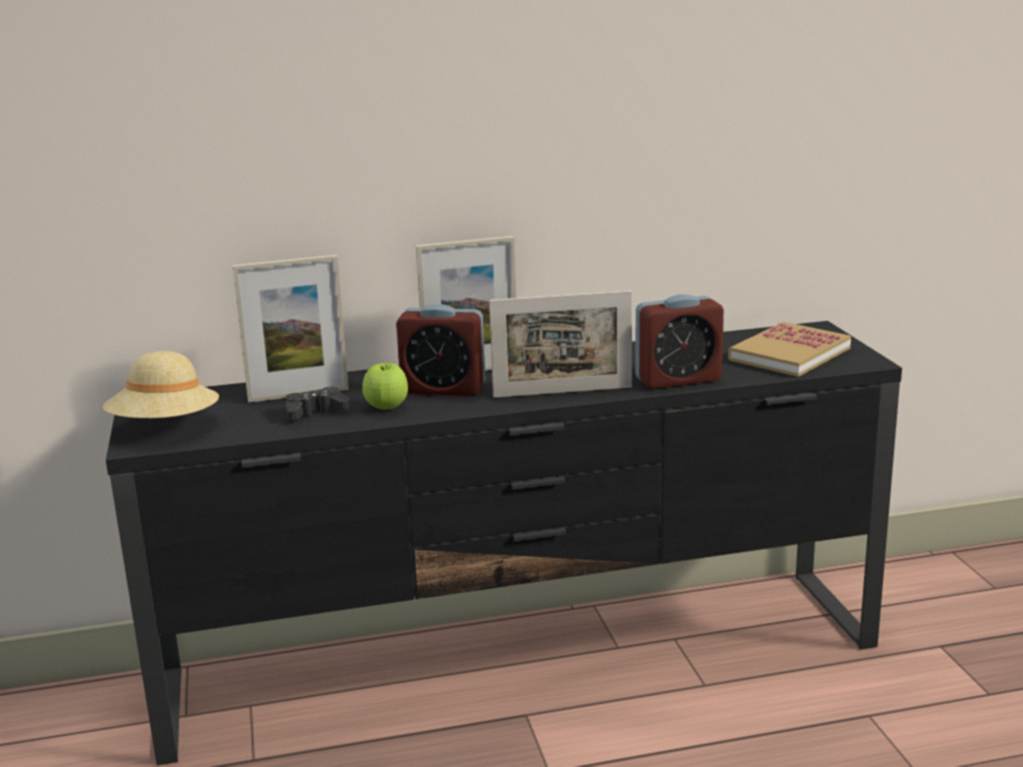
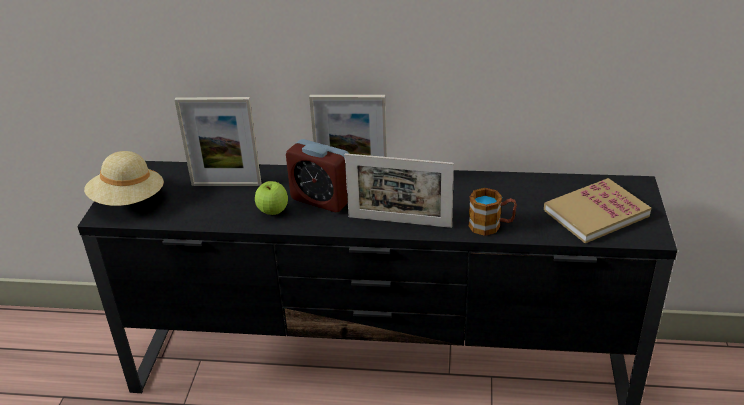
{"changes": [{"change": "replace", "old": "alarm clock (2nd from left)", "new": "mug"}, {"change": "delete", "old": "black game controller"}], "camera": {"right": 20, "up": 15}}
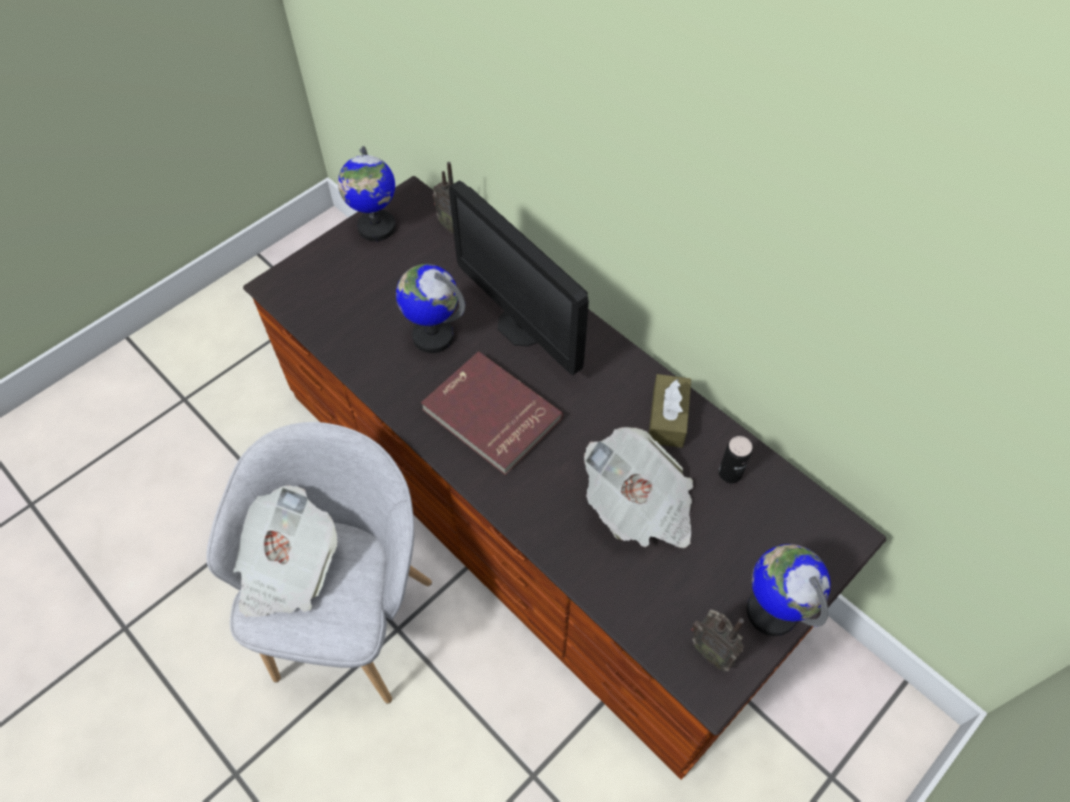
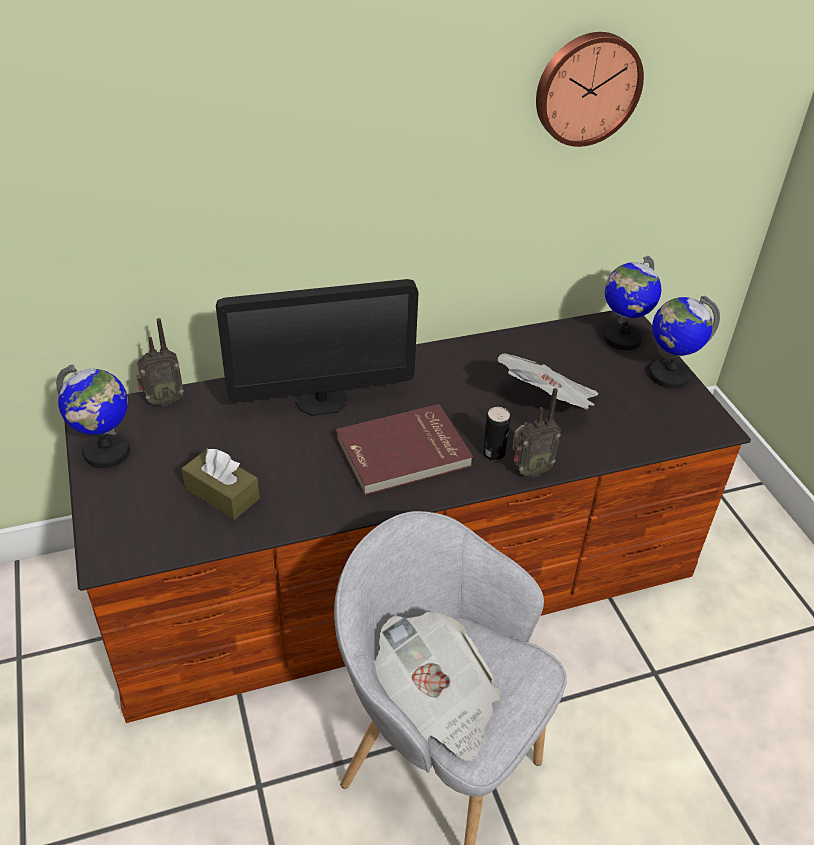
{"changes": [{"change": "move", "old": "globe (2nd from left)"}, {"change": "move", "old": "brown tissue box"}, {"change": "move", "old": "can"}, {"change": "move", "old": "radio (2nd from left)"}, {"change": "insert", "new": "wall clock"}], "camera": {"right": -65, "up": -15}}
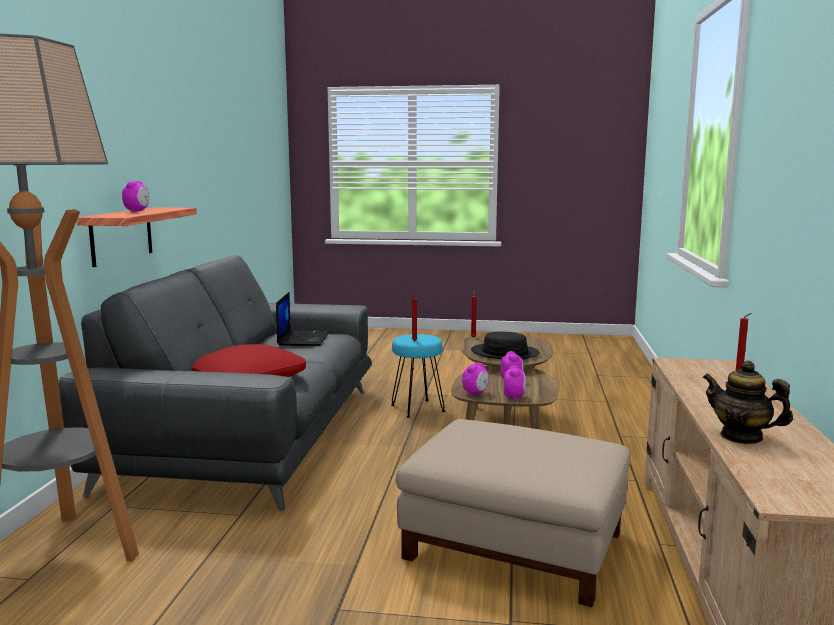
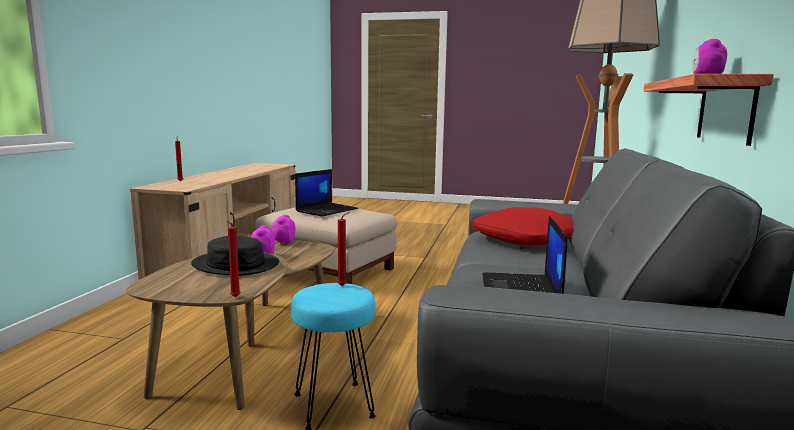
{"changes": [{"change": "delete", "old": "teapot"}, {"change": "delete", "old": "alarm clock (2nd from left)"}, {"change": "insert", "new": "laptop (1st from left)"}], "camera": {"right": -175, "up": 0}}
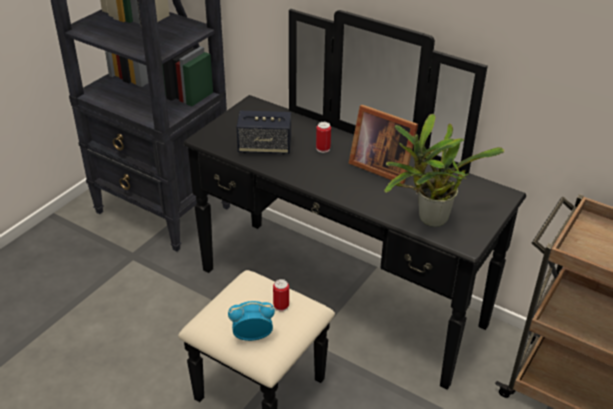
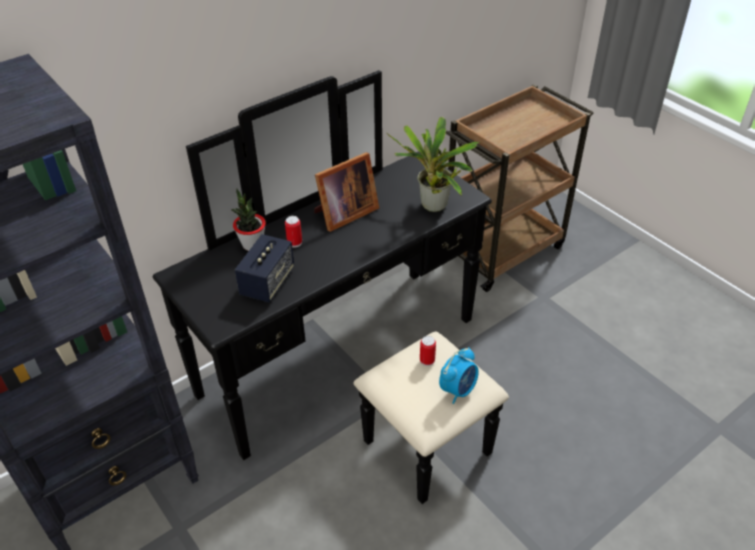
{"changes": [{"change": "rotate", "old": "alarm clock", "degrees": -150}, {"change": "insert", "new": "potted plant (1st from left)"}], "camera": {"right": -70, "up": 5}}
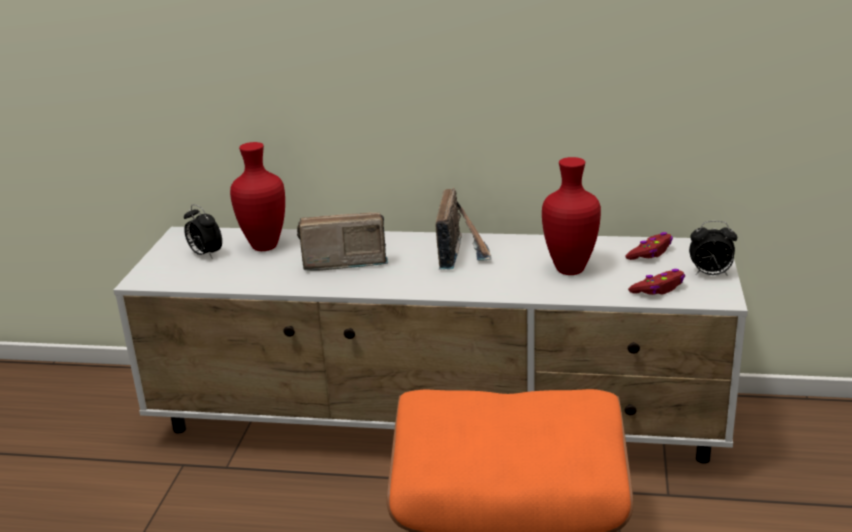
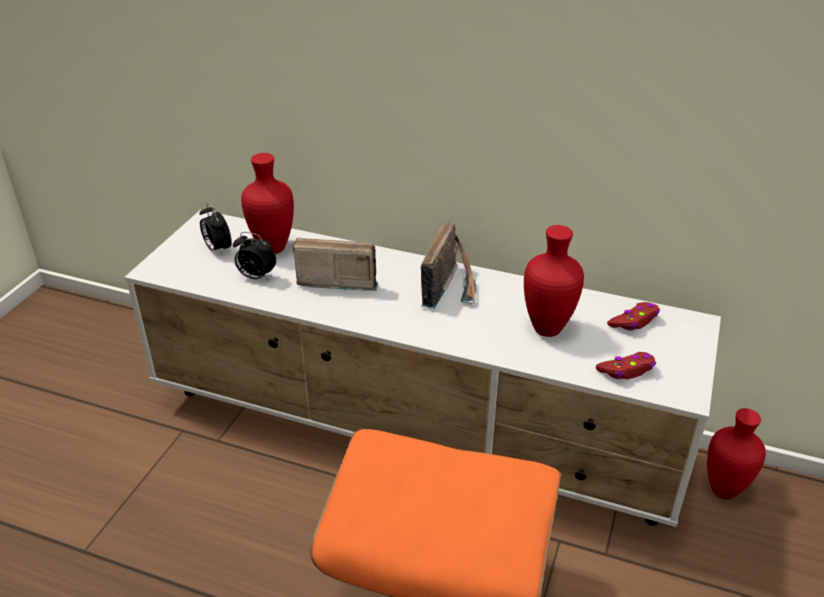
{"changes": [{"change": "move", "old": "alarm clock (2nd from left)"}, {"change": "insert", "new": "red vase (3rd from left)"}], "camera": {"right": 10, "up": 10}}
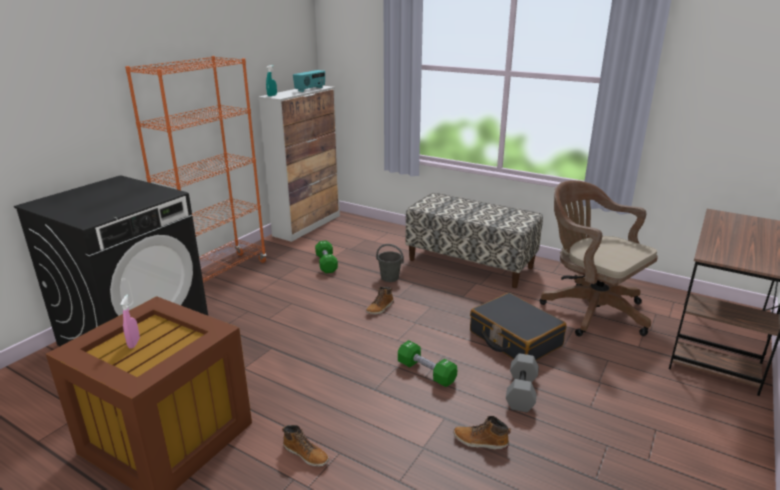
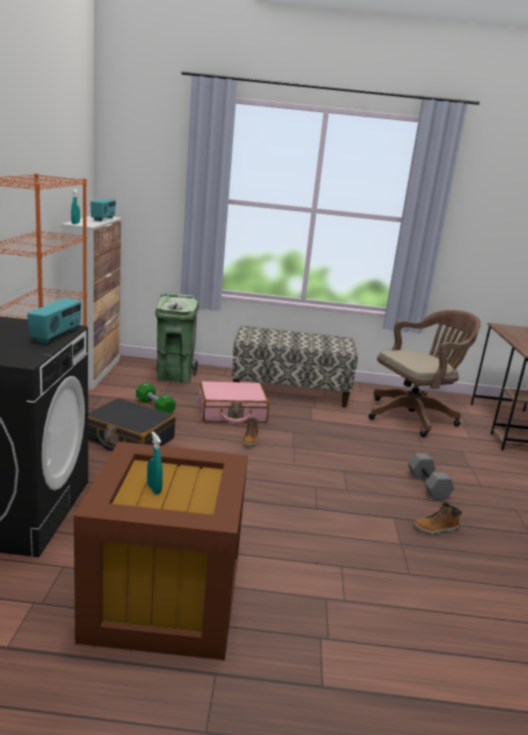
{"changes": [{"change": "rotate", "old": "brown office chair", "degrees": 135}, {"change": "replace", "old": "grey bucket", "new": "pink suitcase"}, {"change": "move", "old": "black suitcase"}, {"change": "recolor", "old": "pink spray bottle", "new": "turquoise spray bottle (2nd from left)"}, {"change": "delete", "old": "green dumbbell (2nd from left)"}, {"change": "delete", "old": "boot (1st from left)"}, {"change": "insert", "new": "green trash can"}, {"change": "insert", "new": "radio (1st from left)"}], "camera": {"right": -30, "up": -5}}
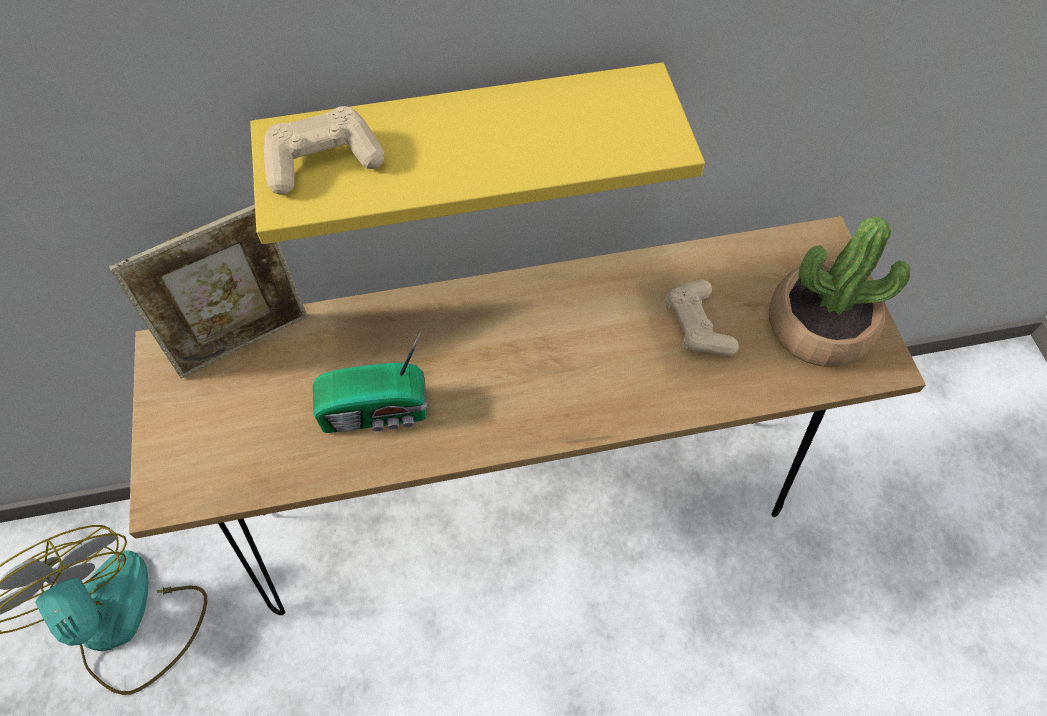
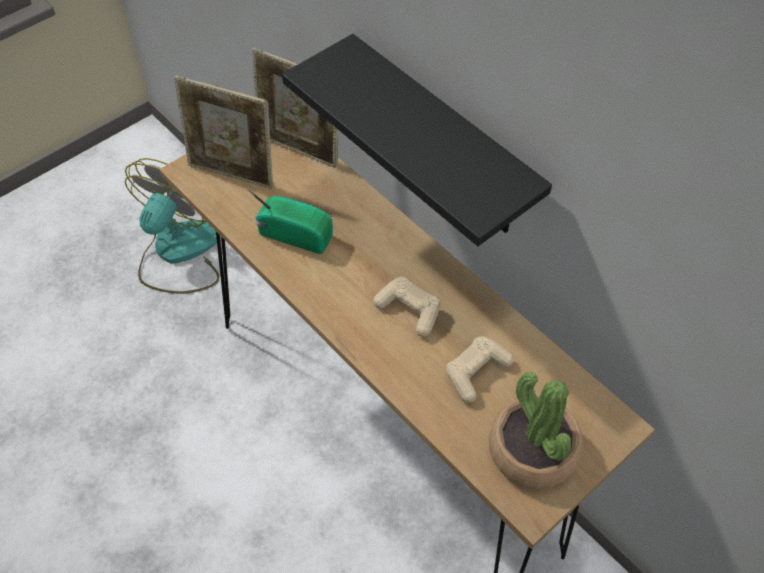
{"changes": [{"change": "recolor", "old": "yellow shelf", "new": "black shelf"}, {"change": "move", "old": "beige game controller (1st from left)"}, {"change": "rotate", "old": "radio", "degrees": 150}, {"change": "insert", "new": "picture frame (1st from left)"}], "camera": {"right": 60, "up": -5}}
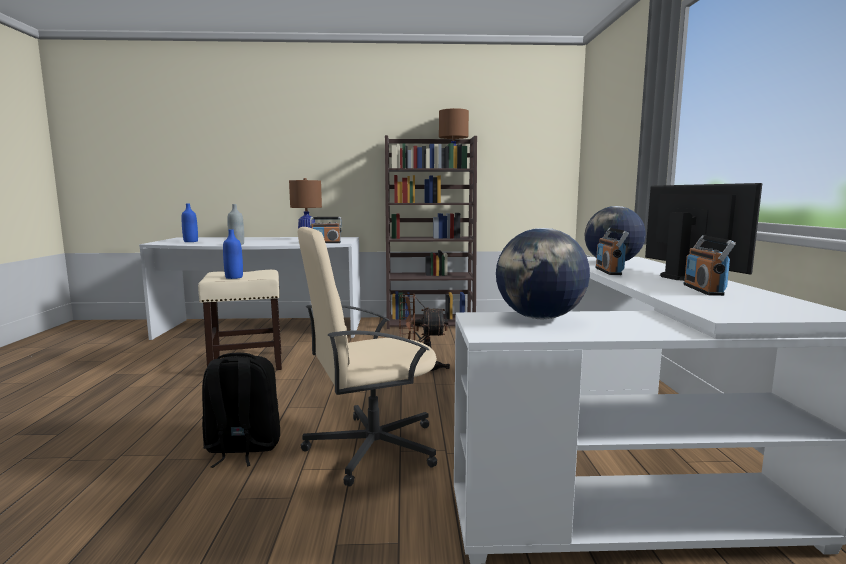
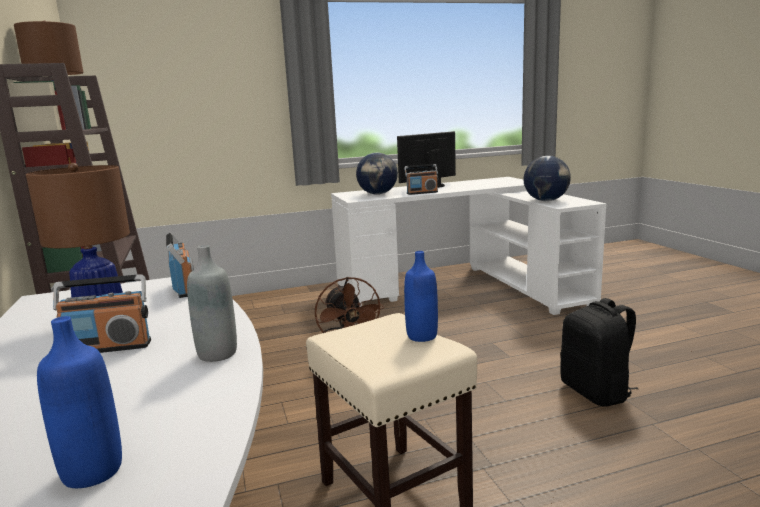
{"changes": [{"change": "delete", "old": "beige office chair"}, {"change": "move", "old": "radio (3rd from left in the first image)", "new": "radio (1st from left)"}], "camera": {"right": -105, "up": 5}}
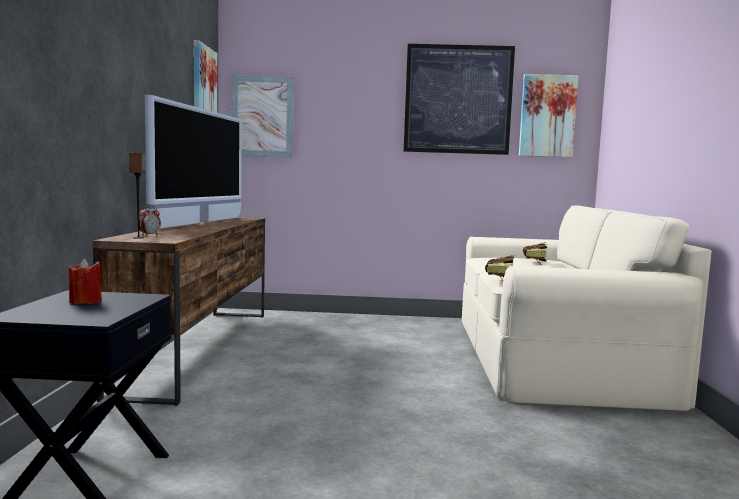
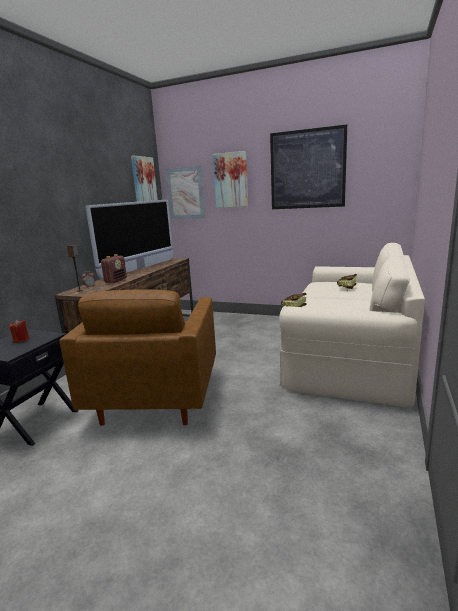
{"changes": [{"change": "move", "old": "picture (4th from left in the first image)", "new": "picture (3rd from left)"}, {"change": "insert", "new": "radio"}, {"change": "insert", "new": "brown armchair"}], "camera": {"right": 20, "up": 10}}
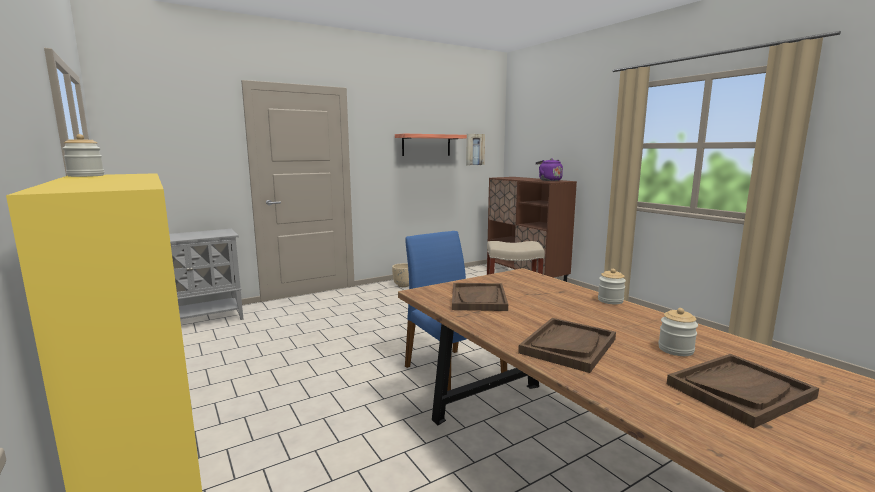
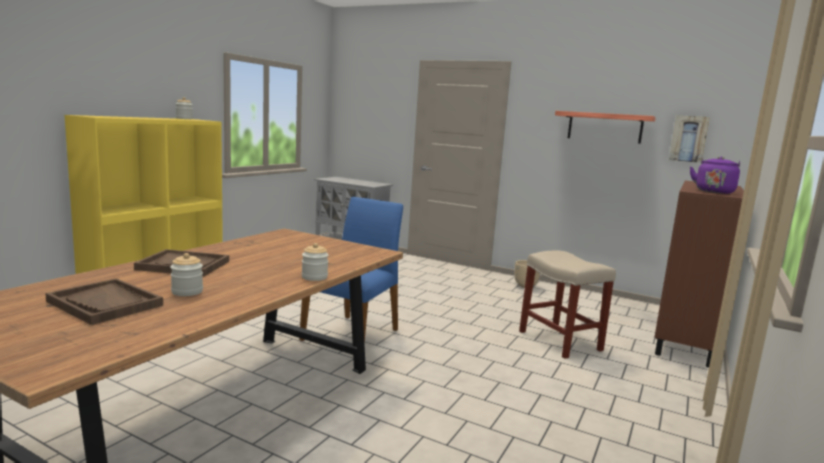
{"changes": [{"change": "delete", "old": "brown tray (1st from left)"}], "camera": {"right": 60, "up": 0}}
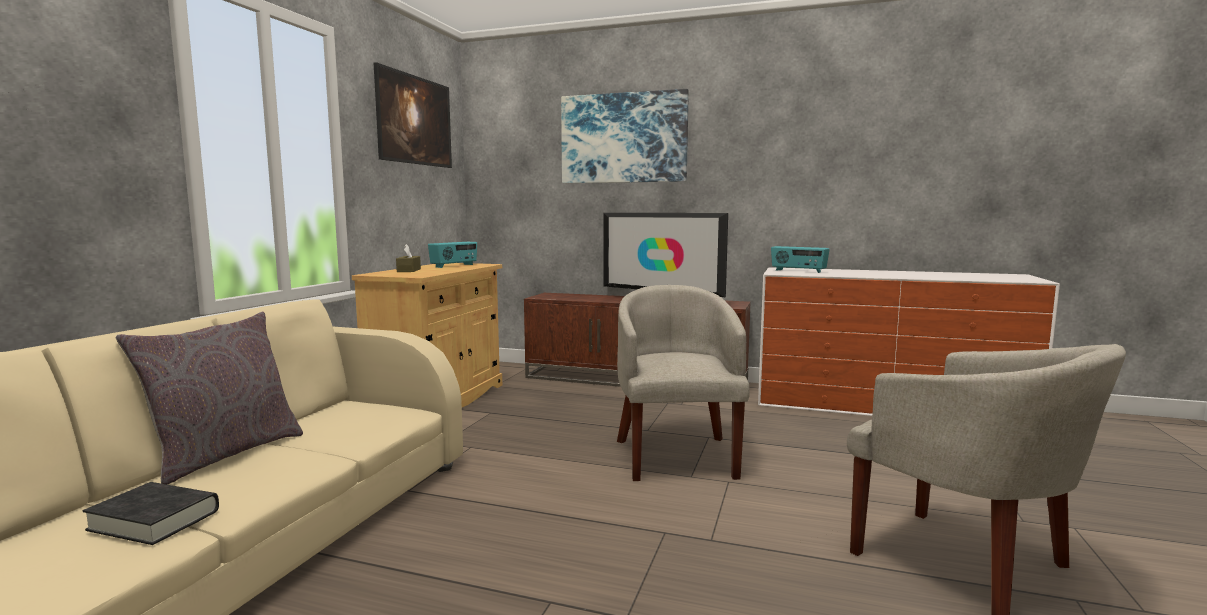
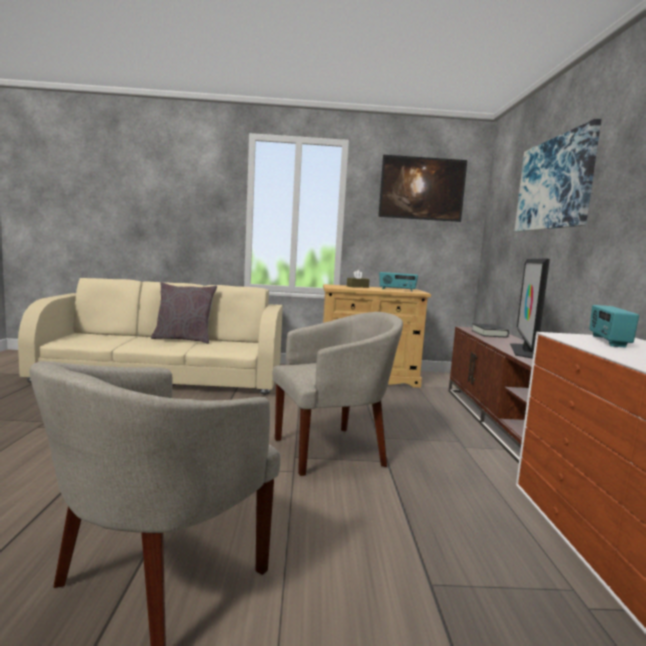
{"changes": [{"change": "move", "old": "black book"}], "camera": {"right": 70, "up": 0}}
